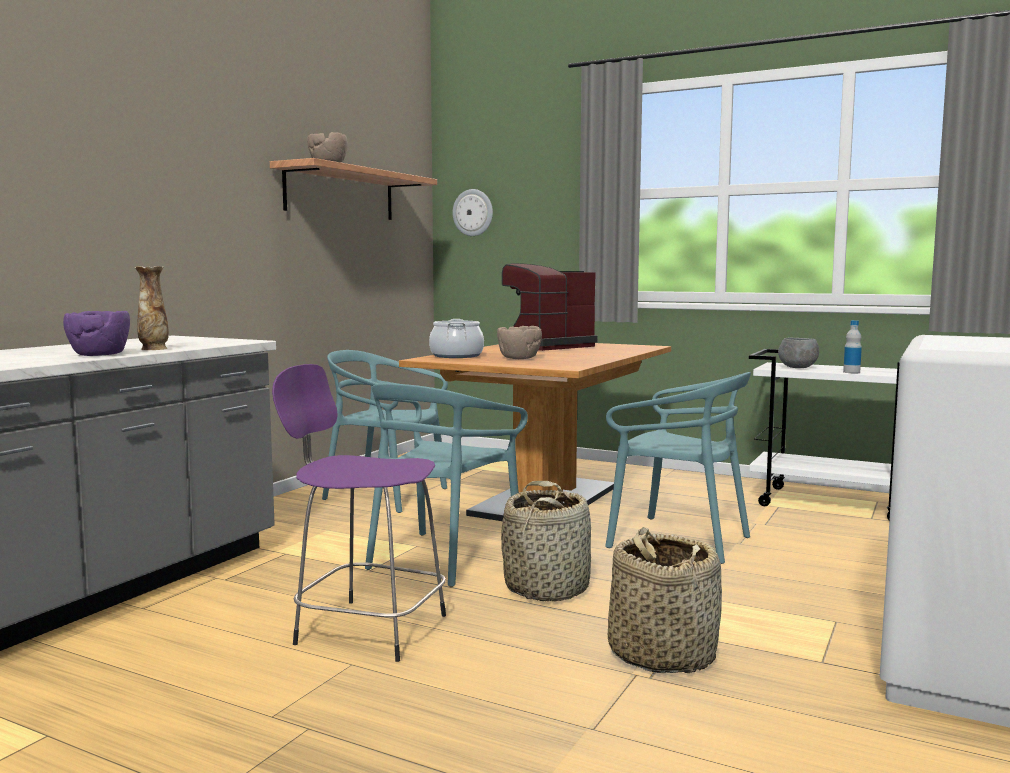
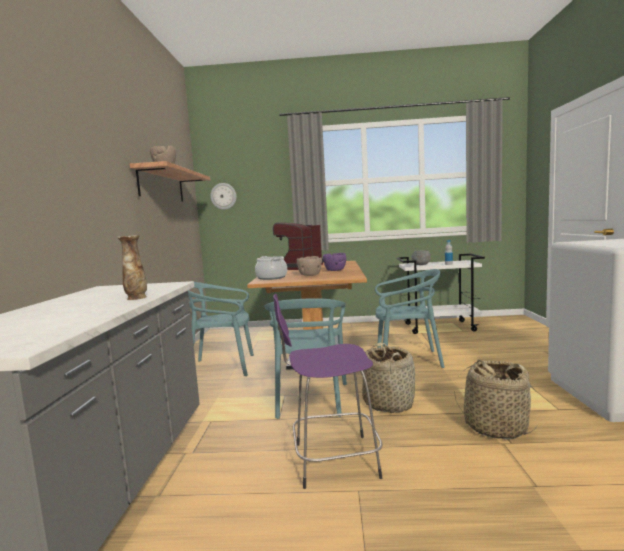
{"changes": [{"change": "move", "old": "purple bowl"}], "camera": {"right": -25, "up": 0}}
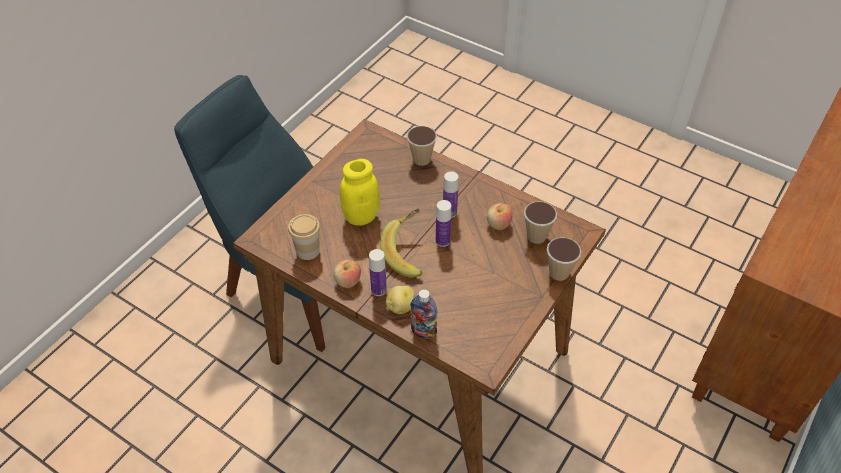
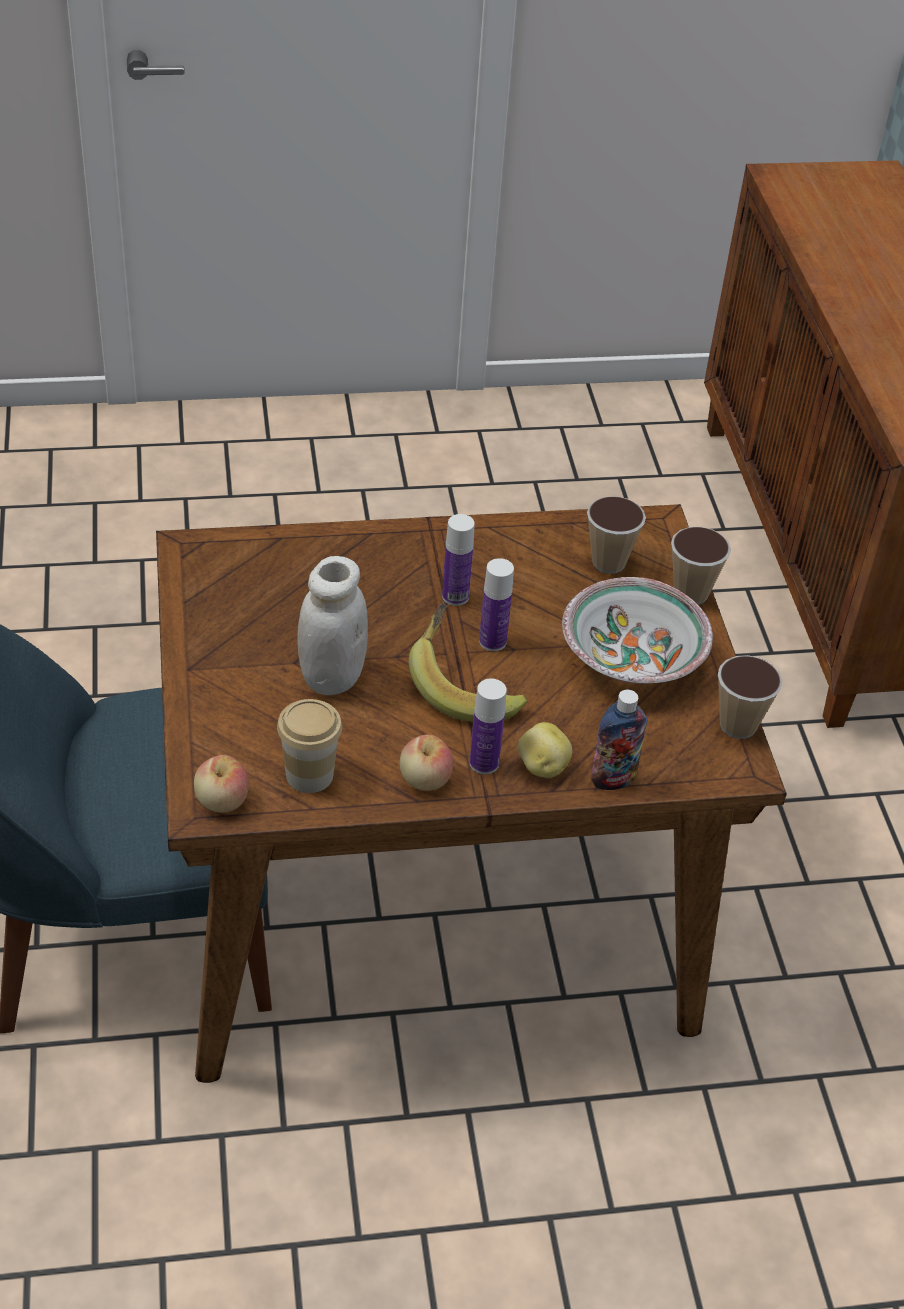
{"changes": [{"change": "move", "old": "cup (2nd from left in the first image)", "new": "cup (4th from left)"}, {"change": "recolor", "old": "yellow jar", "new": "white jar"}, {"change": "move", "old": "apple (2nd from left in the first image)", "new": "apple (1st from left)"}, {"change": "insert", "new": "bowl"}], "camera": {"right": -45, "up": -5}}
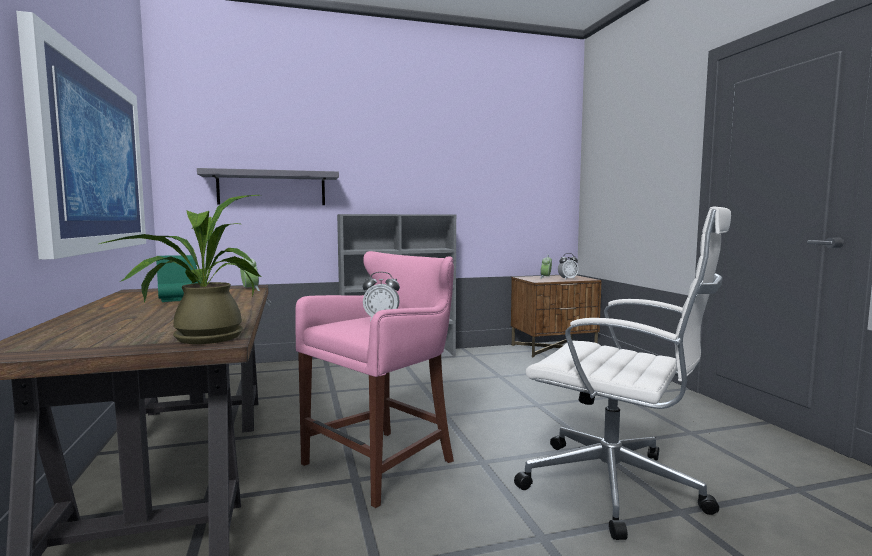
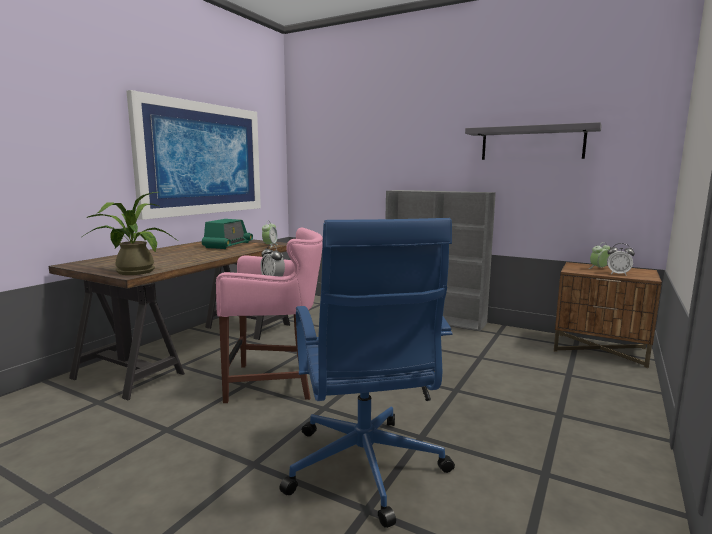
{"changes": [{"change": "move", "old": "grey shelf"}, {"change": "recolor", "old": "white office chair", "new": "blue office chair"}], "camera": {"right": 45, "up": 5}}
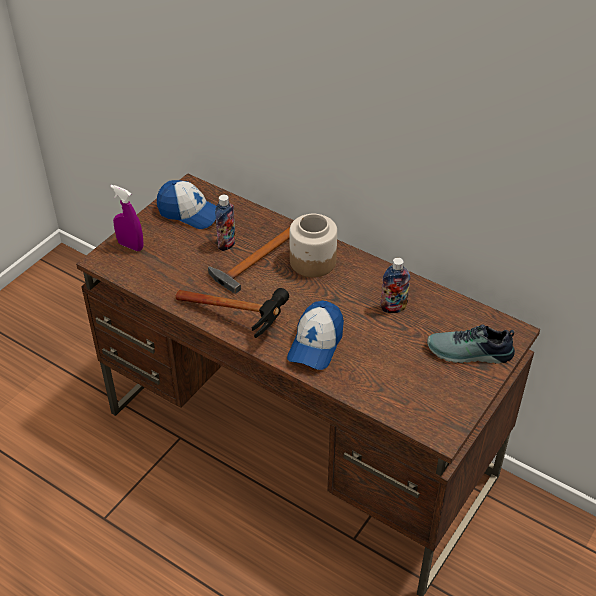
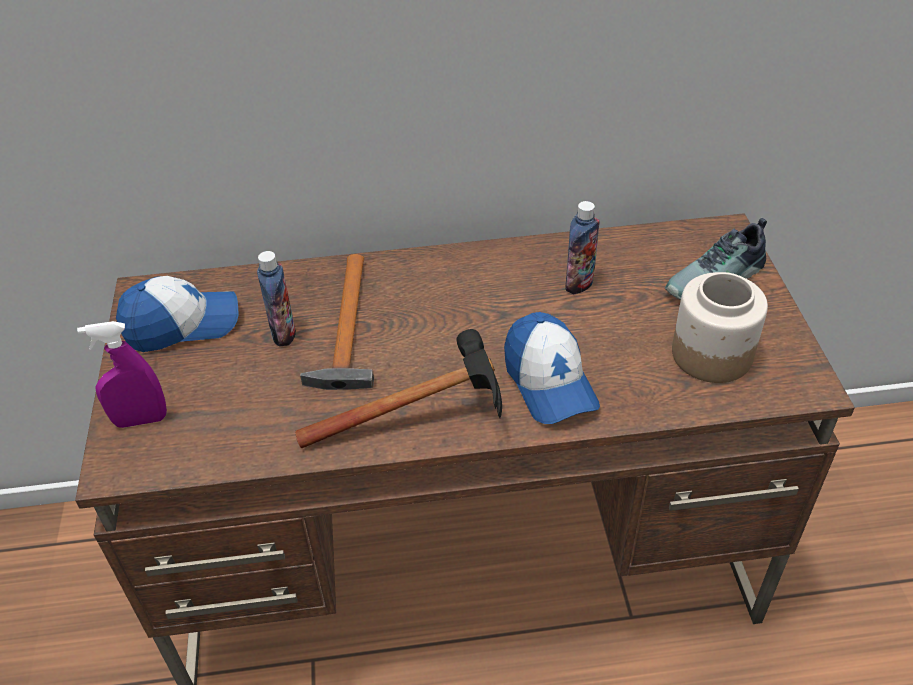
{"changes": [{"change": "move", "old": "jar"}], "camera": {"right": -40, "up": 0}}
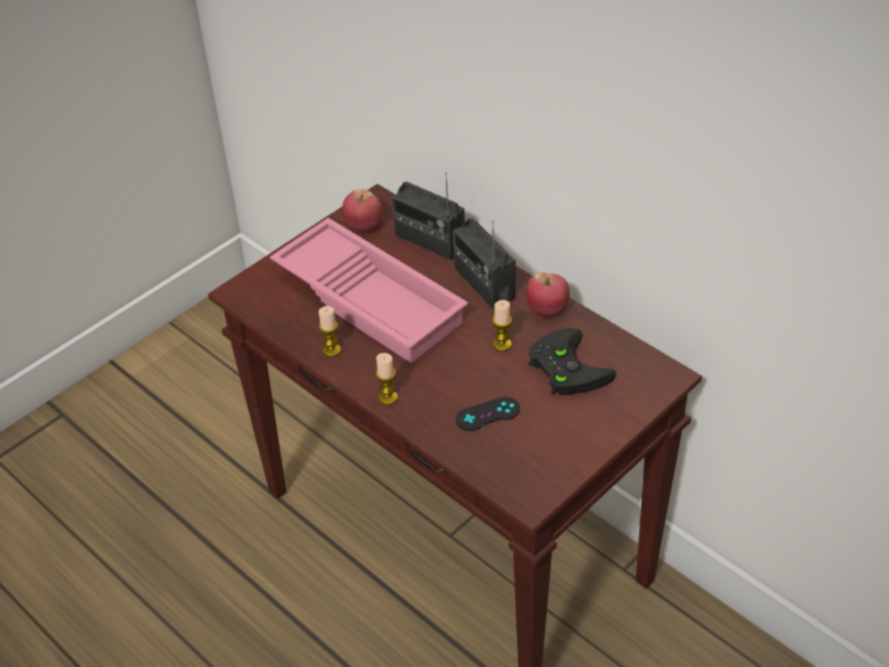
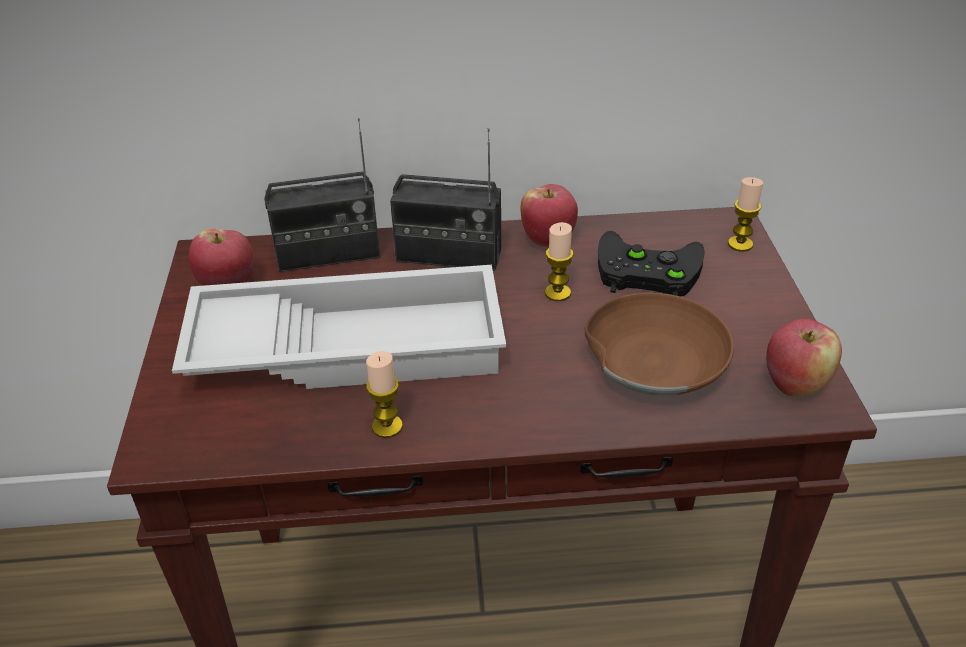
{"changes": [{"change": "recolor", "old": "pink tray", "new": "white tray"}, {"change": "move", "old": "candle (2nd from left in the first image)", "new": "candle (3rd from left)"}, {"change": "replace", "old": "black game controller (1st from left)", "new": "brown bowl"}, {"change": "insert", "new": "apple (3rd from left)"}], "camera": {"right": -50, "up": -5}}
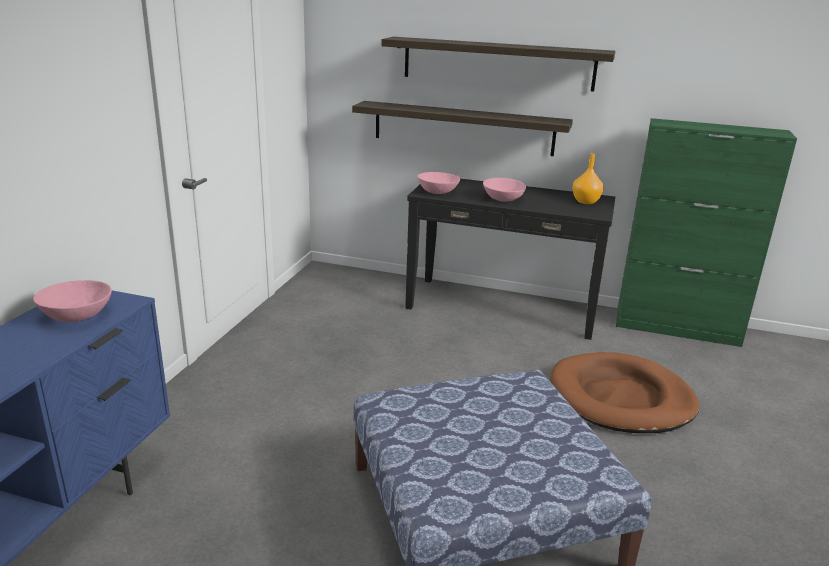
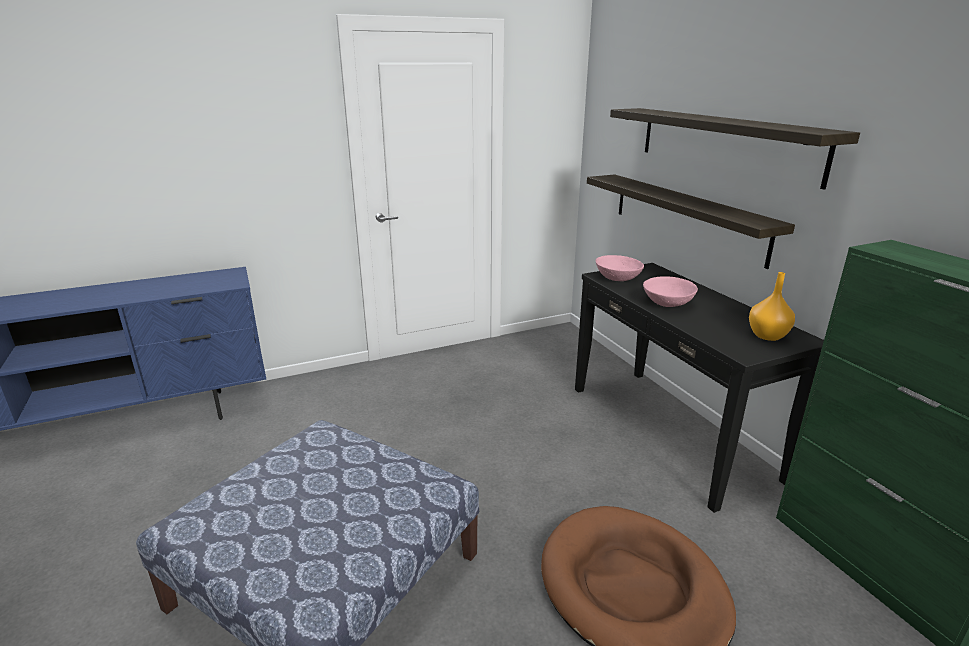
{"changes": [{"change": "delete", "old": "pink bowl (1st from left)"}], "camera": {"right": 50, "up": 0}}
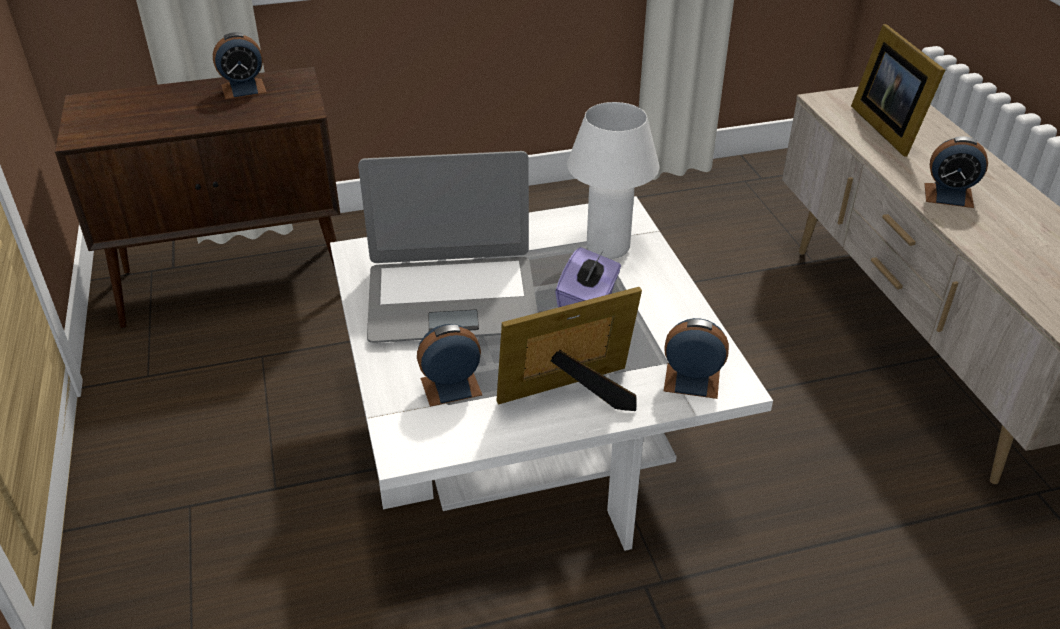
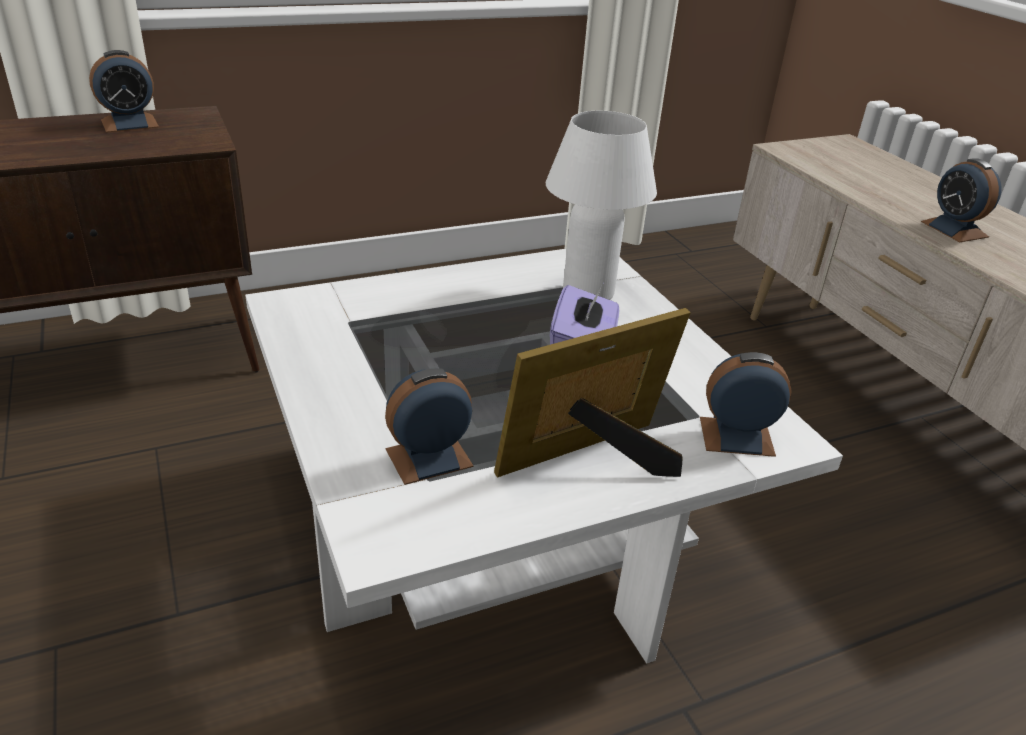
{"changes": [{"change": "delete", "old": "picture frame (2nd from left)"}, {"change": "rotate", "old": "alarm clock (4th from left)", "degrees": 60}, {"change": "delete", "old": "laptop"}], "camera": {"right": -10, "up": -5}}
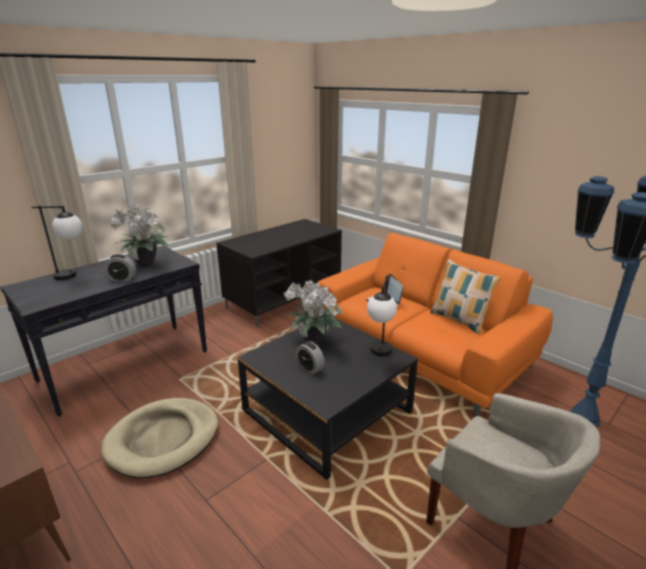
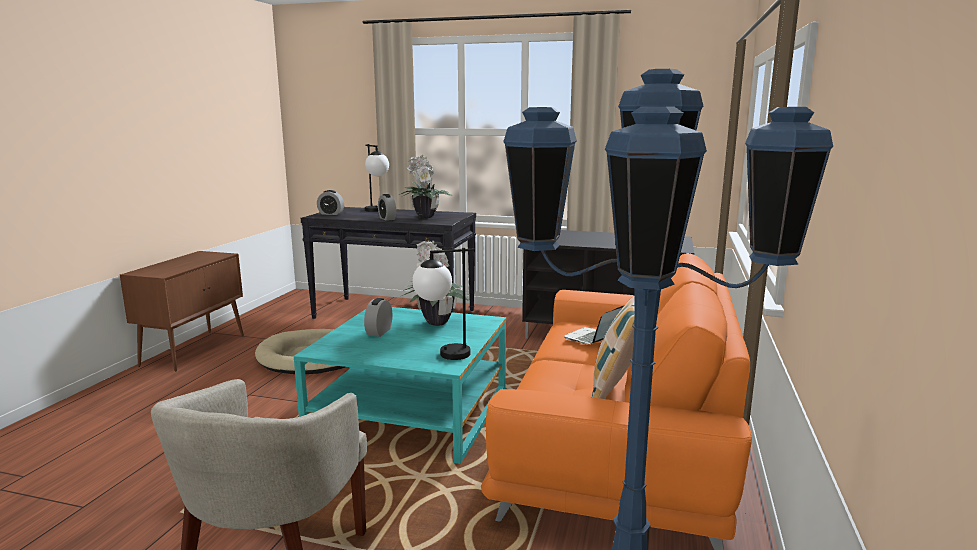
{"changes": [{"change": "recolor", "old": "black coffee table", "new": "turquoise coffee table"}, {"change": "insert", "new": "alarm clock (1st from left)"}], "camera": {"right": 60, "up": -10}}
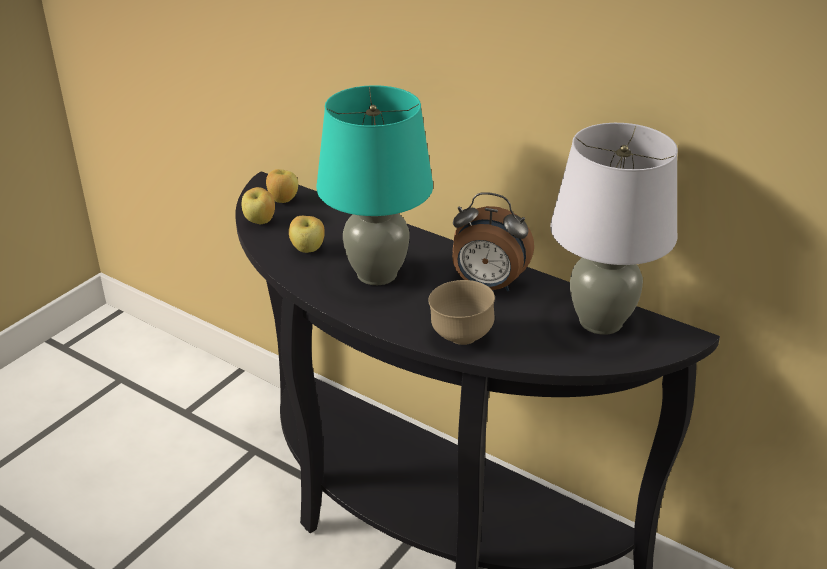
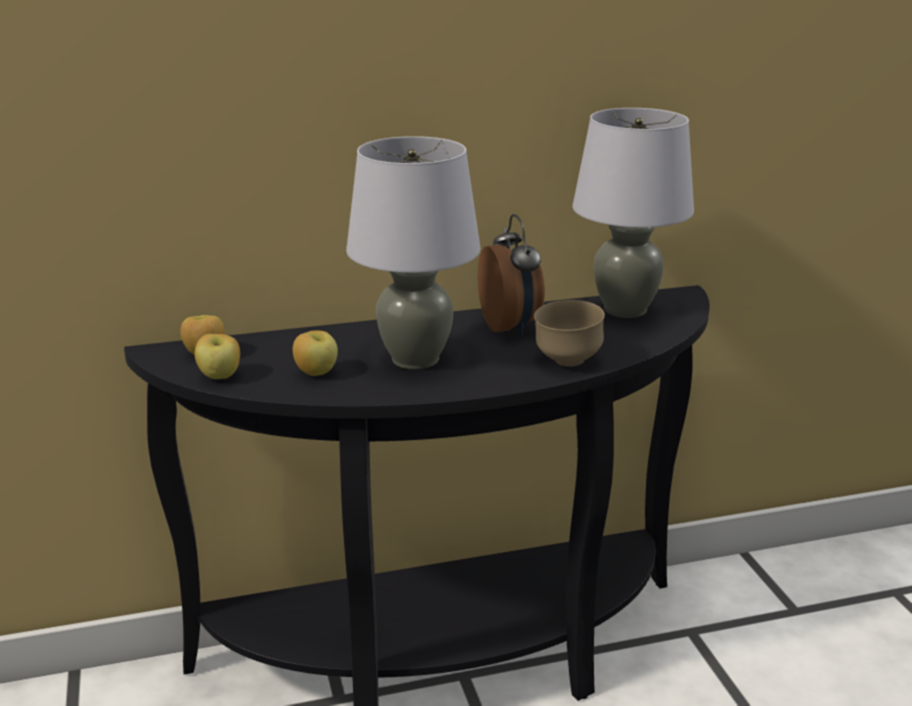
{"changes": [{"change": "recolor", "old": "turquoise table lamp", "new": "grey table lamp (1st from left)"}, {"change": "rotate", "old": "alarm clock", "degrees": -75}], "camera": {"right": -50, "up": -10}}
